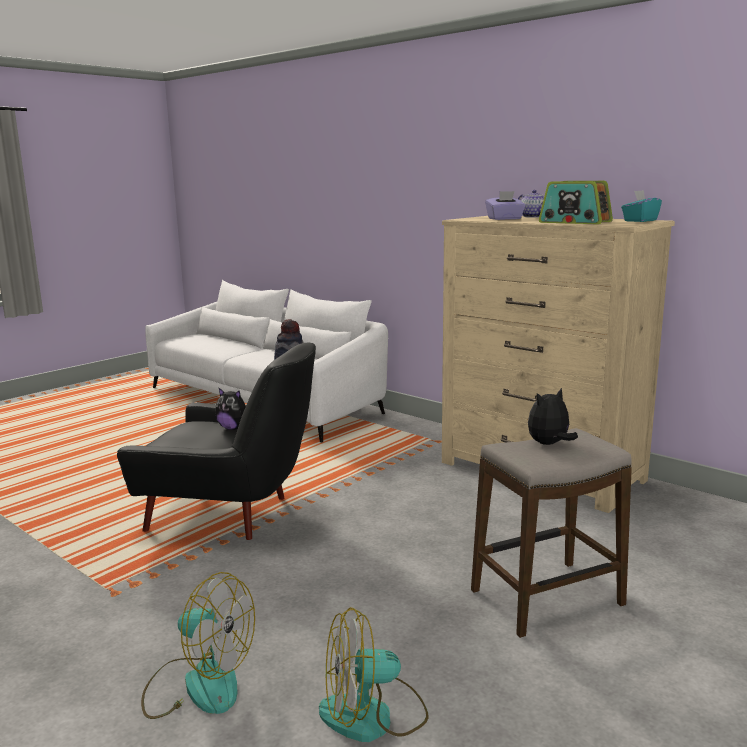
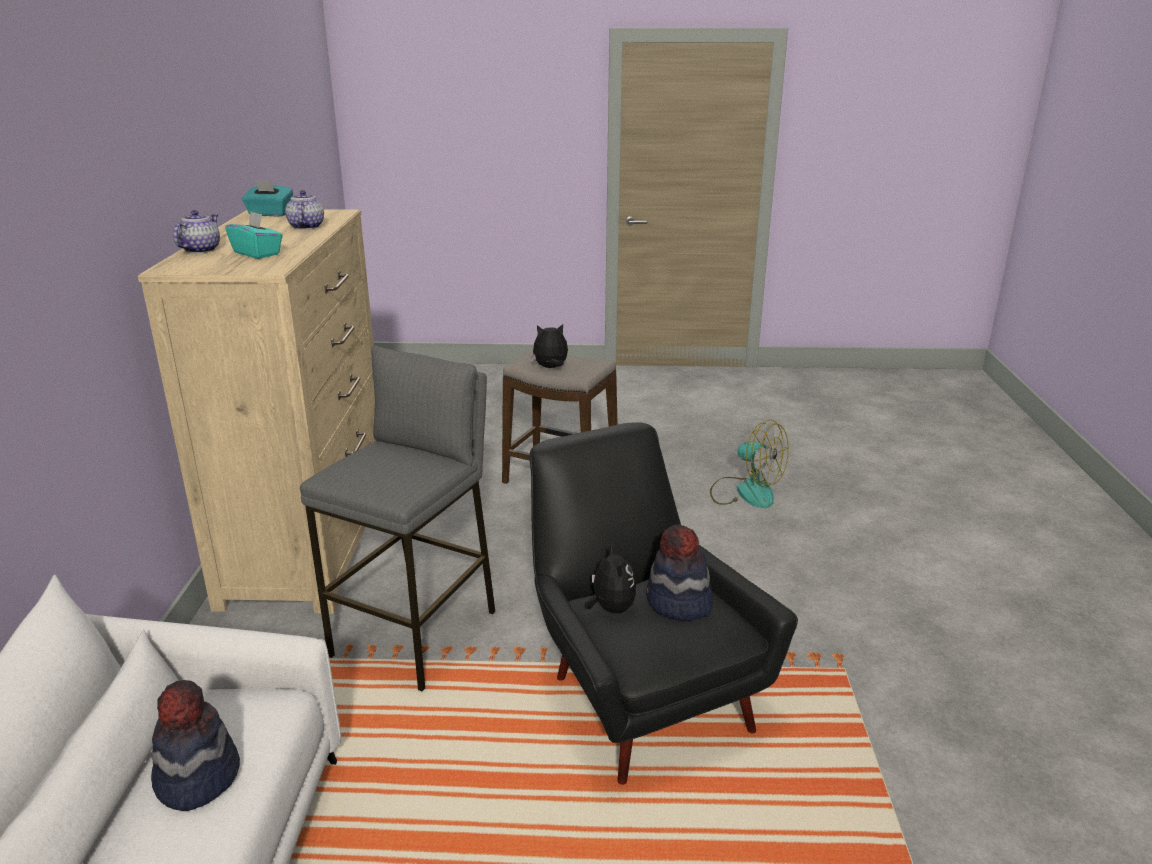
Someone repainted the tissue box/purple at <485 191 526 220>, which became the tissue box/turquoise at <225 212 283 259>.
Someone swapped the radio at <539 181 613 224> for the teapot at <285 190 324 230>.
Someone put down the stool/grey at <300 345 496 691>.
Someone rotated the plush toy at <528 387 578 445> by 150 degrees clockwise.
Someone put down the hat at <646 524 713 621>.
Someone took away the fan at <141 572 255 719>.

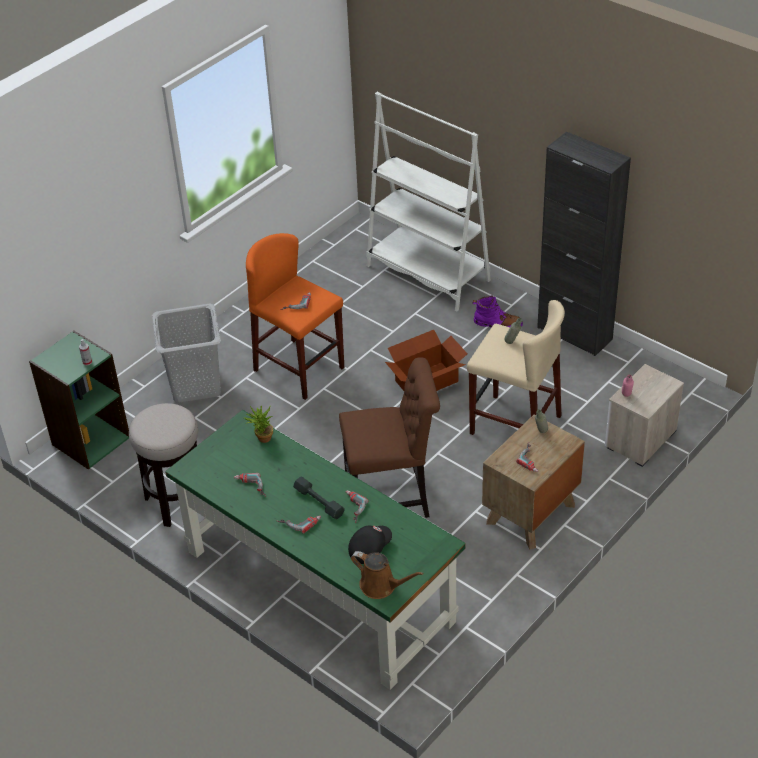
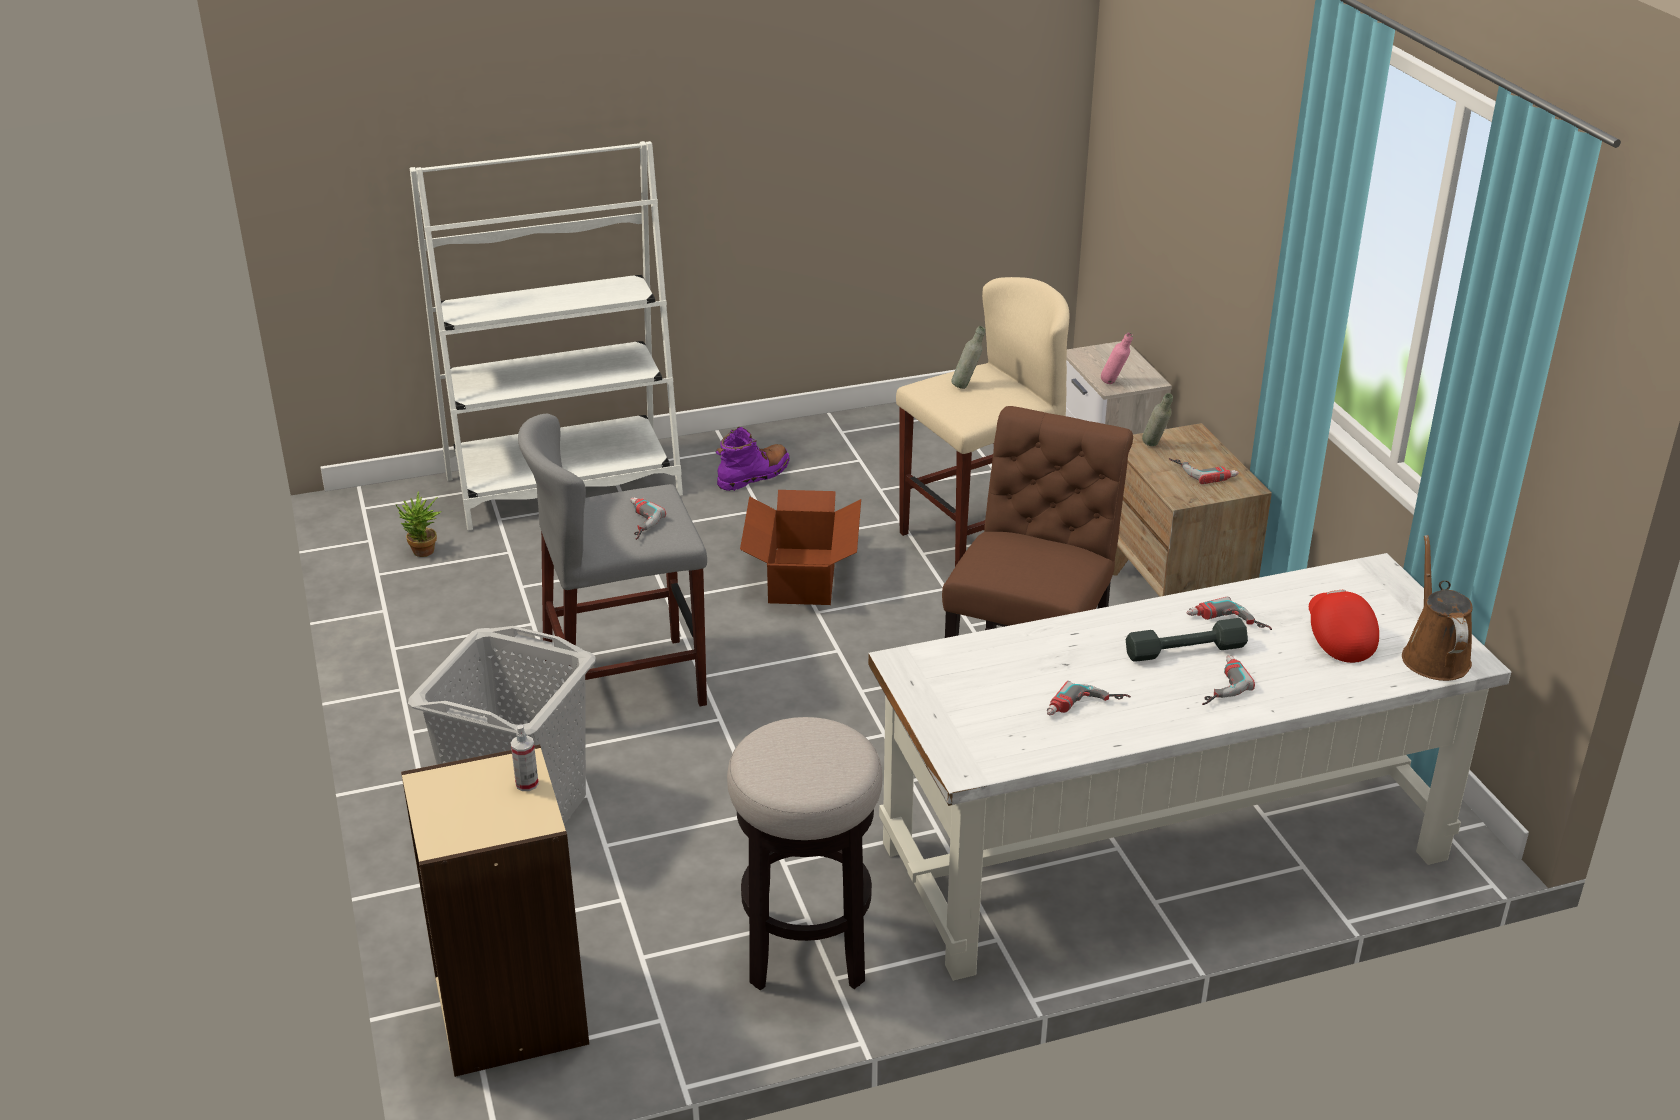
Someone carried the potted plant from <244 406 274 443> to <396 491 442 557>.
Someone repainted the bookcase/green at <29 331 129 470>, which became the bookcase/beige at <401 745 589 1077>.
Someone repainted the stool/orange at <246 233 344 400>, which became the stool/grey at <518 414 707 706>.
Someone repainted the desk/green at <165 410 466 690>, which became the desk/white at <868 553 1511 981>.
Someone repainted the cap/black at <348 526 392 564>, which became the cap/red at <1309 590 1379 663>.
Someone rotated the watering can/brown at <351 551 423 599> by 60 degrees counterclockwise.
Someone took away the cabinet/black at <537 132 631 356>.

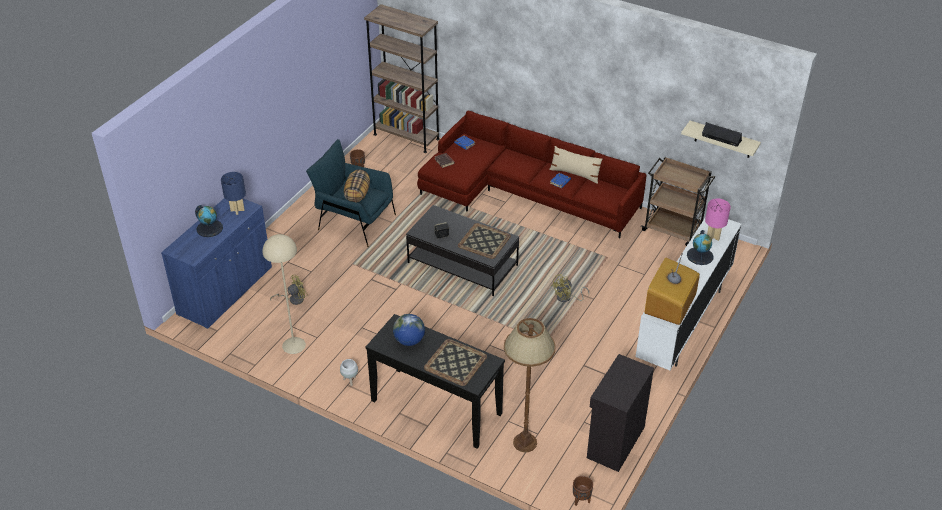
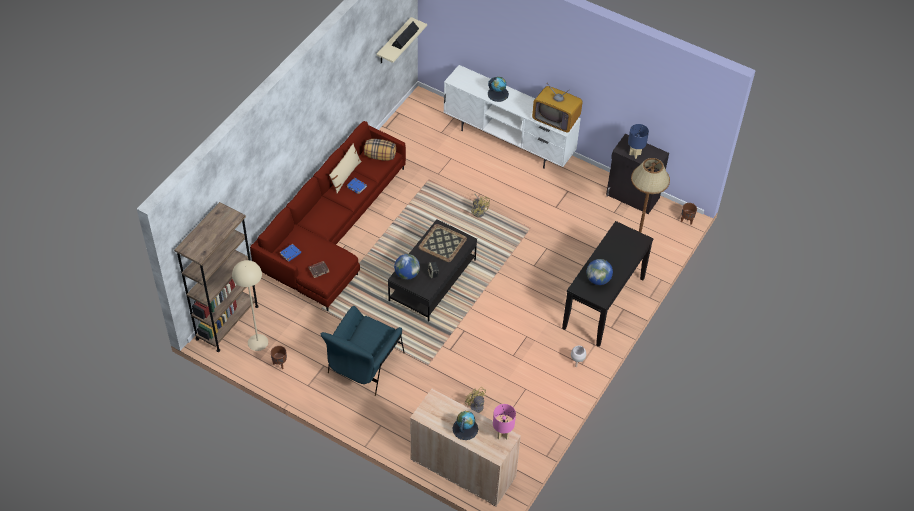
Someone carried the floor lamp/beige from <262 234 306 354> to <232 260 268 351>.
Someone carried the pillow from <344 170 370 203> to <364 139 396 161>.
Someone put down the globe at <394 254 420 280>.
Someone repainted the cabinet/blue at <161 198 272 329>, which became the cabinet/beige at <410 389 521 507>.
Someone carried the table lamp/pink from <705 198 731 241> to <493 404 516 439>.
Someone carried the table lamp/blue from <221 172 246 215> to <628 124 649 159>.
Someone took away the tray at <424 339 487 386>.
Someone took away the cart/brown at <641 157 715 246>.

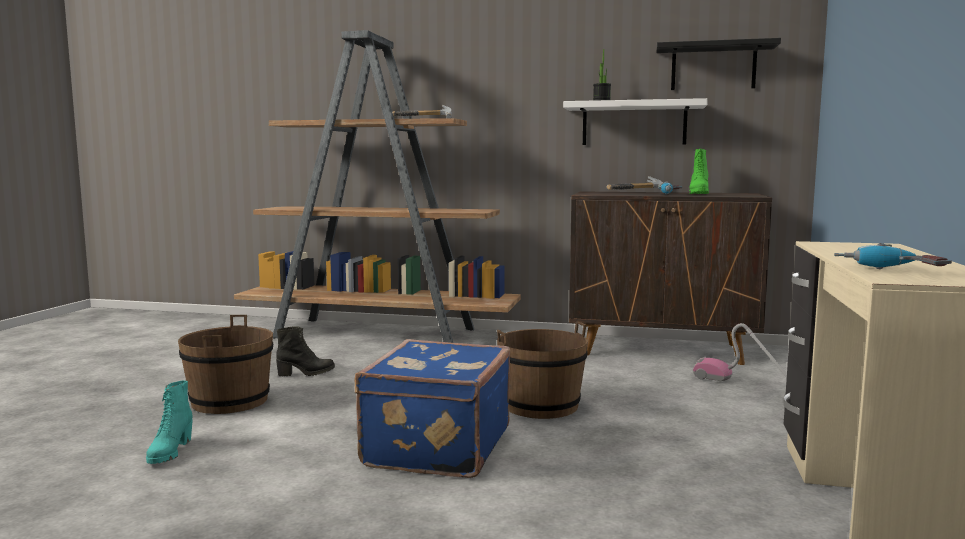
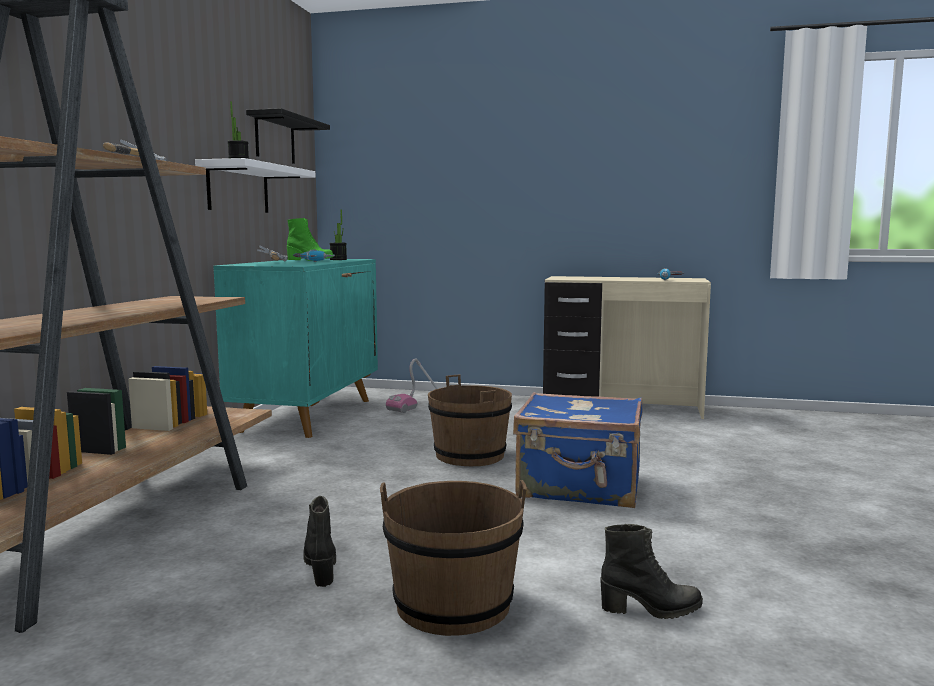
Someone repainted the cabinet/brown at <569 191 772 365>, which became the cabinet/turquoise at <213 259 378 438>.
Someone put down the potted plant at <330 210 347 260>.
Someone repainted the boot/turquoise at <146 380 193 464>, which became the boot/black at <600 524 703 619>.

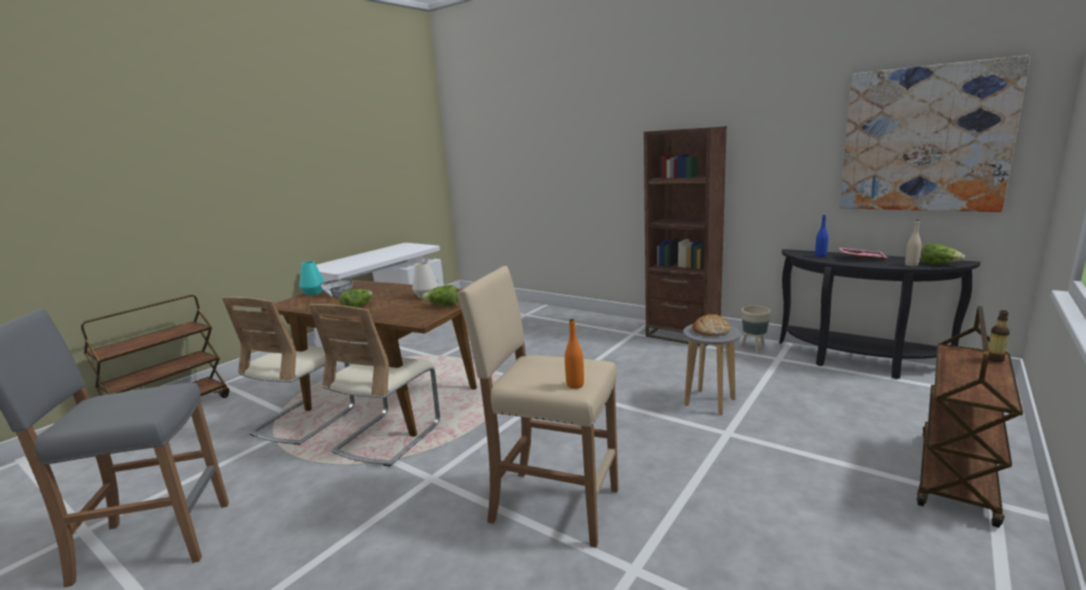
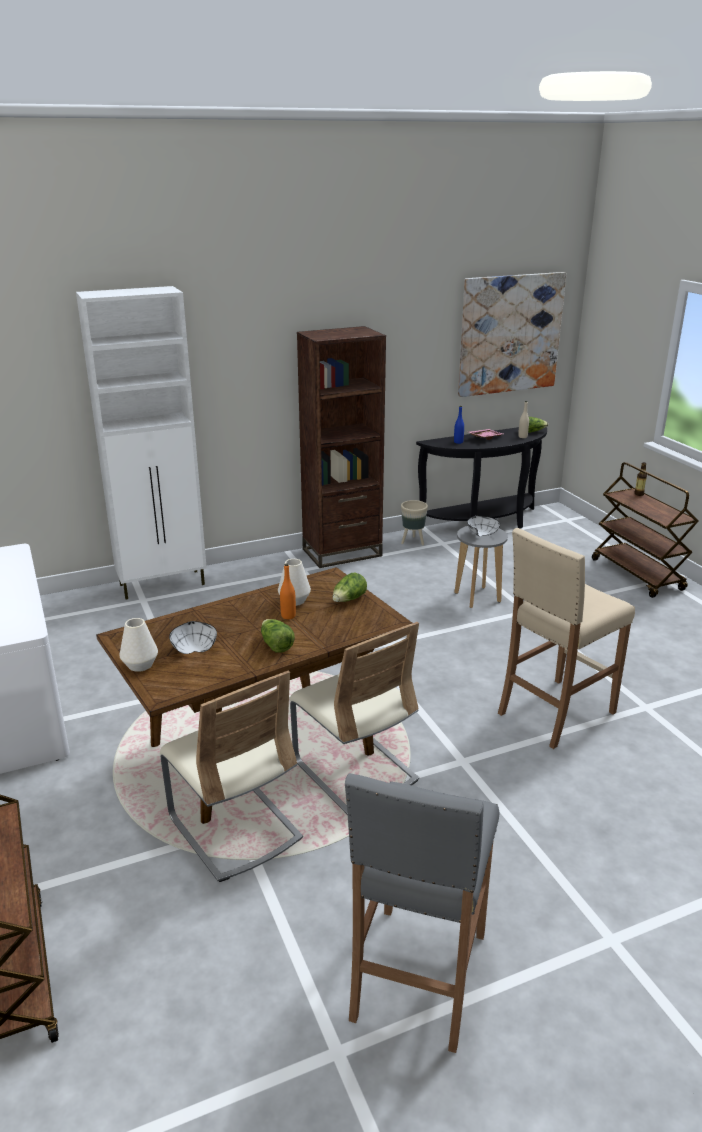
Someone put down the cabinet/white at <76 286 207 599>.
Someone repainted the vase/turquoise at <299 261 325 295>, which became the vase/white at <119 618 158 672>.
Someone carried the bottle/orange from <565 319 584 389> to <280 563 296 619>.
Someone swapped the bread at <692 314 730 336> for the bowl/white at <467 516 500 537>.

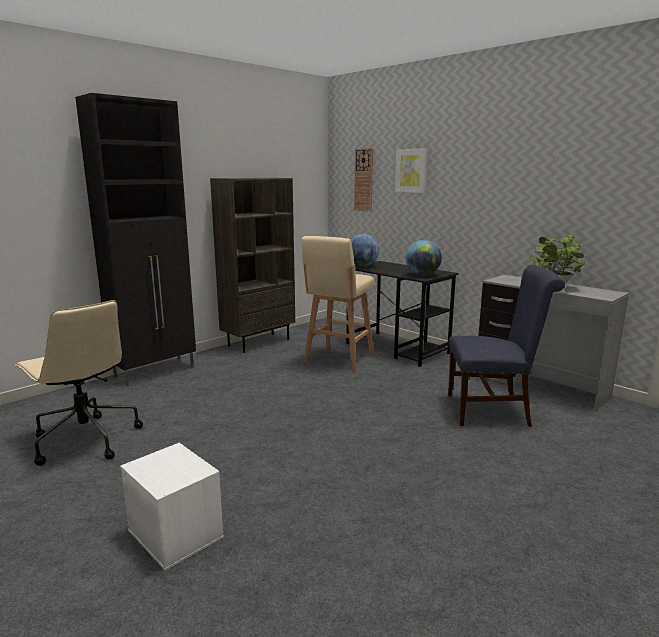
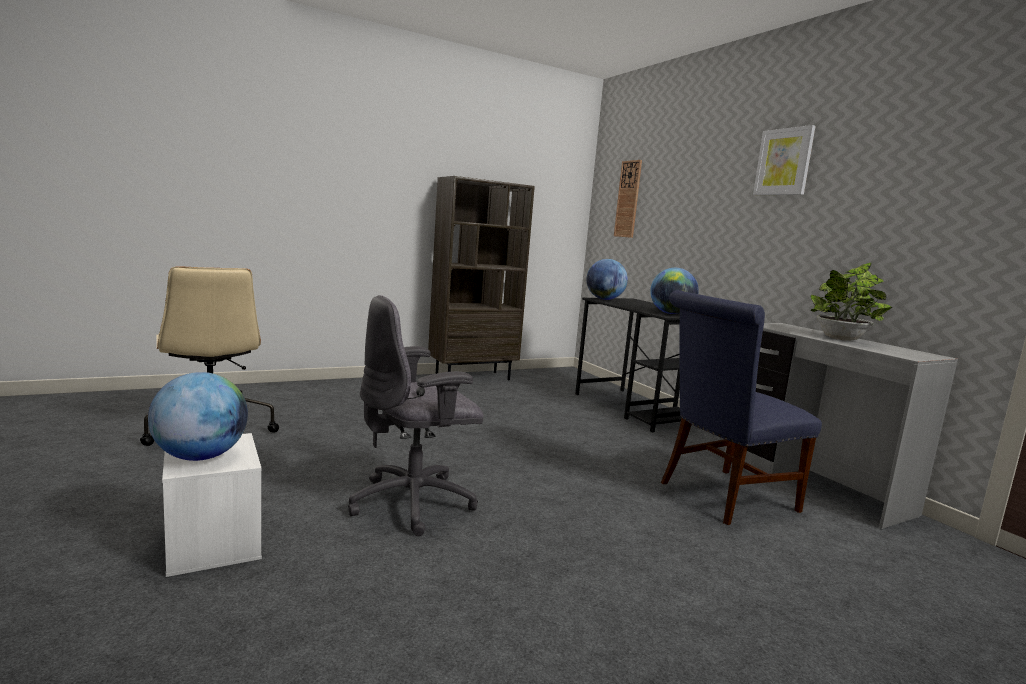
Someone put down the globe at <148 372 248 461>.
Someone put down the office chair/grey at <348 295 483 536>.
Someone rotated the chair/blue at <448 265 566 427> by 135 degrees clockwise.
Someone carried the picture from <395 148 428 193> to <753 125 816 195>.
Someone took away the cabinet/black at <75 93 196 386>.
Someone took away the stool/beige at <301 236 375 372>.

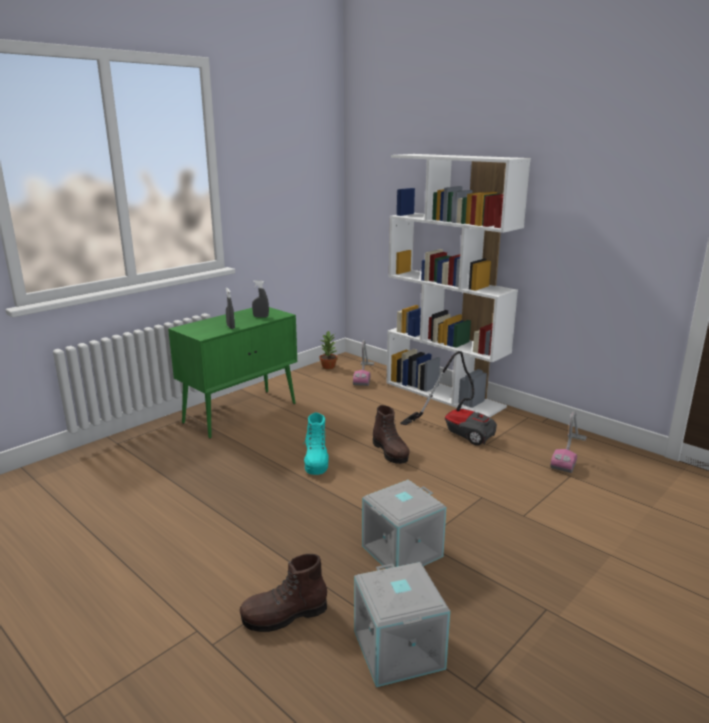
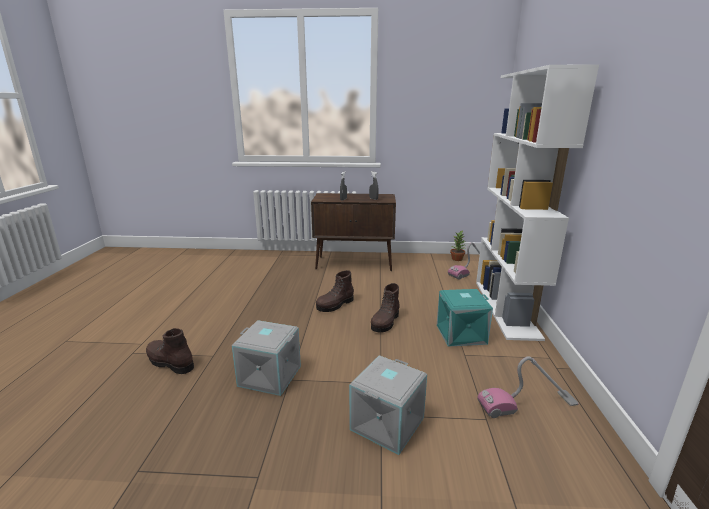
Someone repainted the cabinet/green at <168 307 297 439>, which became the cabinet/brown at <311 193 396 271>.
Someone repainted the boot/turquoise at <304 413 329 475>, which became the boot/brown at <316 270 354 312>.
Someone carried the storage box/grey from <354 562 450 687> to <349 355 427 455>.
Someone swapped the vacuum cleaner at <400 351 497 446> for the storage box/turquoise at <437 289 493 346>.

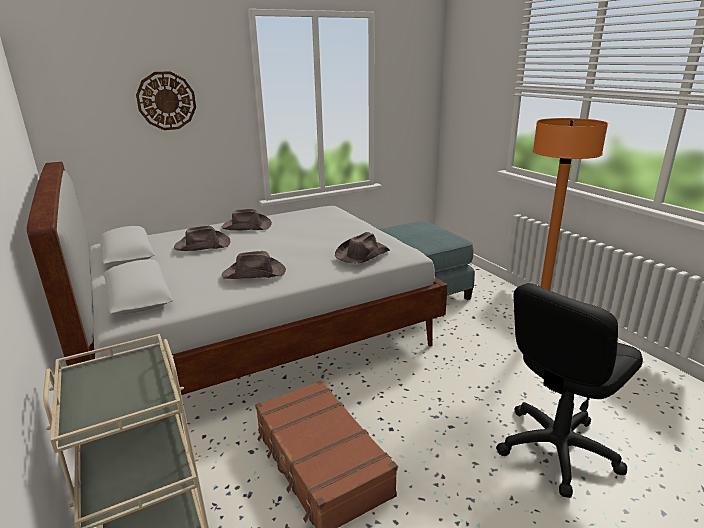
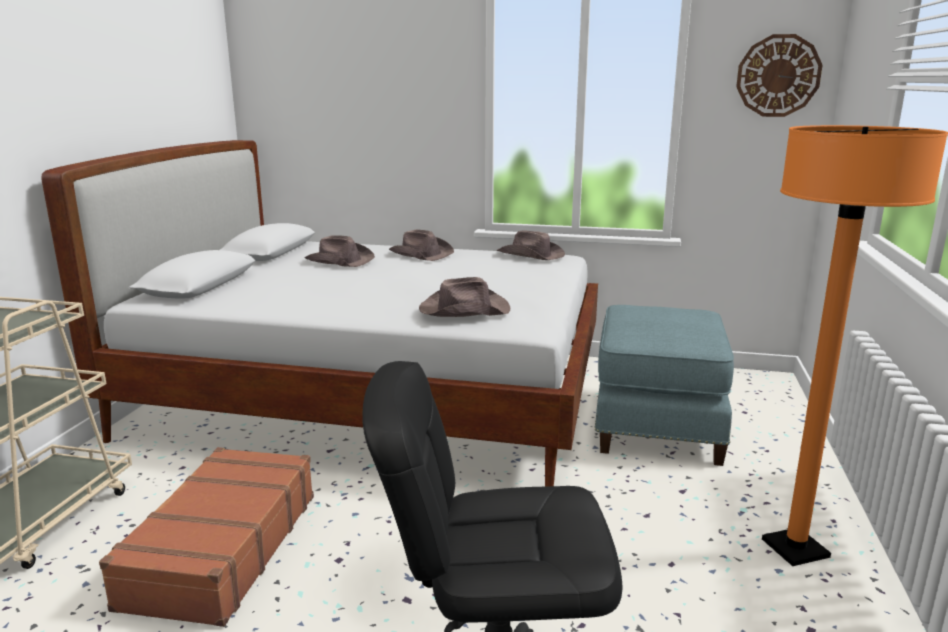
Someone carried the hat/brown from <222 251 286 279> to <497 230 565 260>.
Someone carried the wall clock from <136 71 196 130> to <736 34 822 117>.

